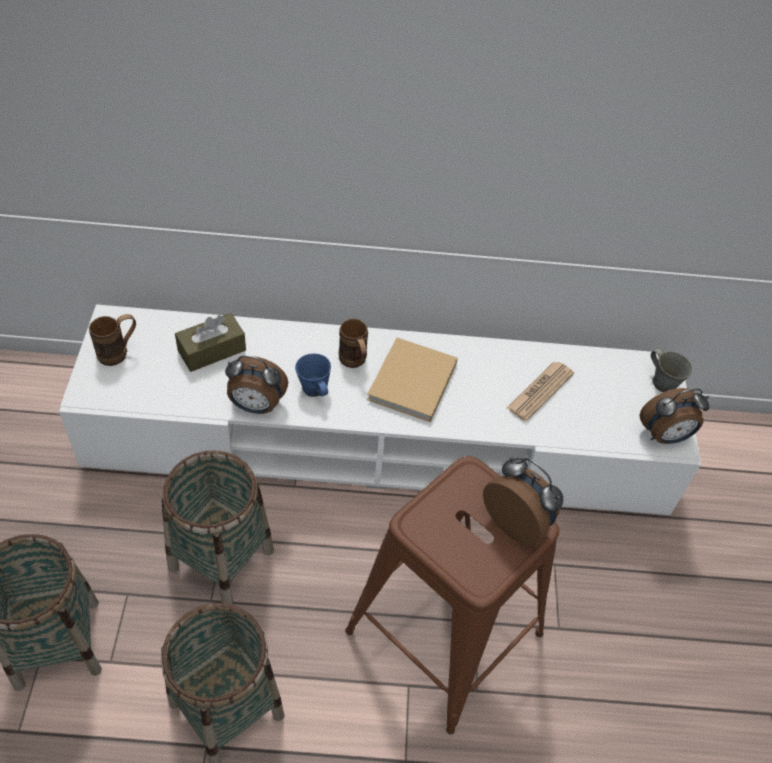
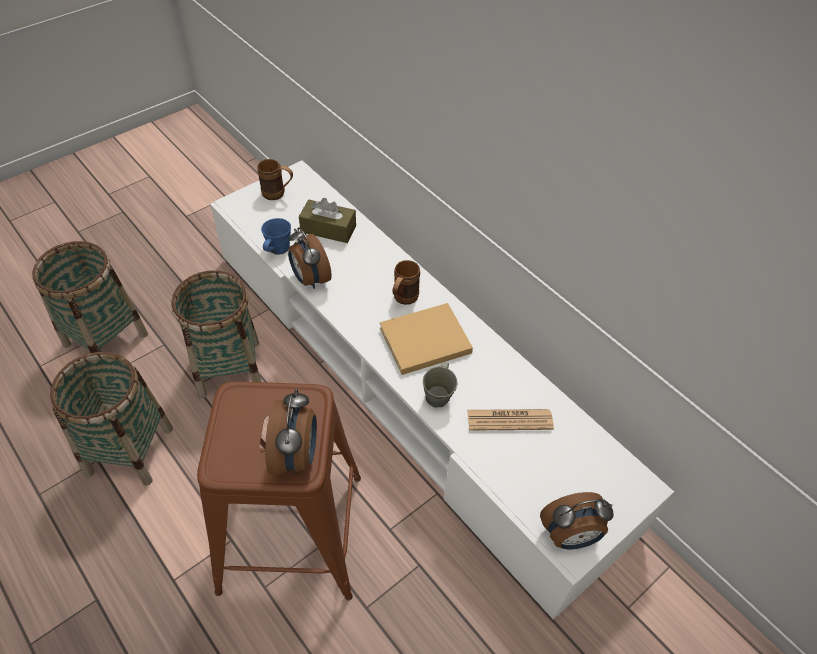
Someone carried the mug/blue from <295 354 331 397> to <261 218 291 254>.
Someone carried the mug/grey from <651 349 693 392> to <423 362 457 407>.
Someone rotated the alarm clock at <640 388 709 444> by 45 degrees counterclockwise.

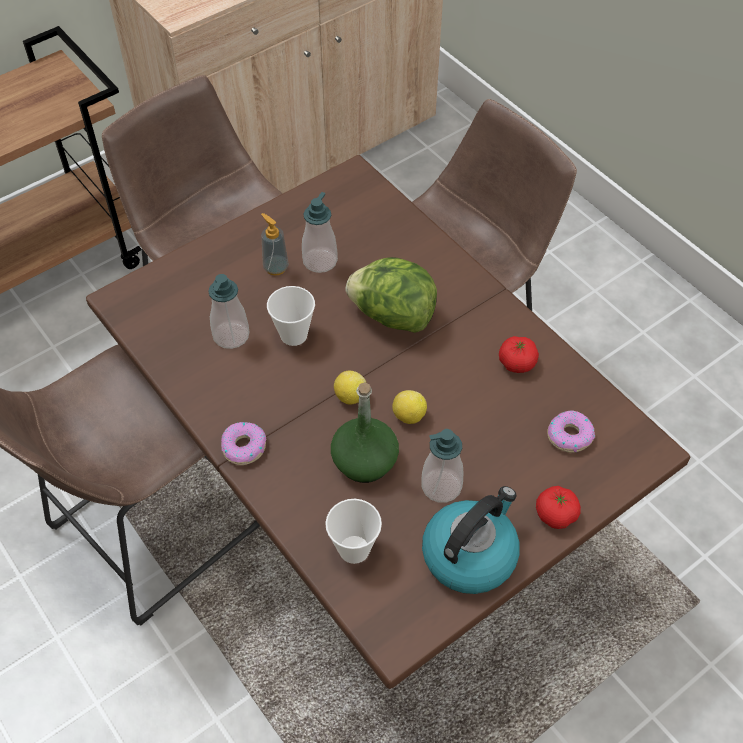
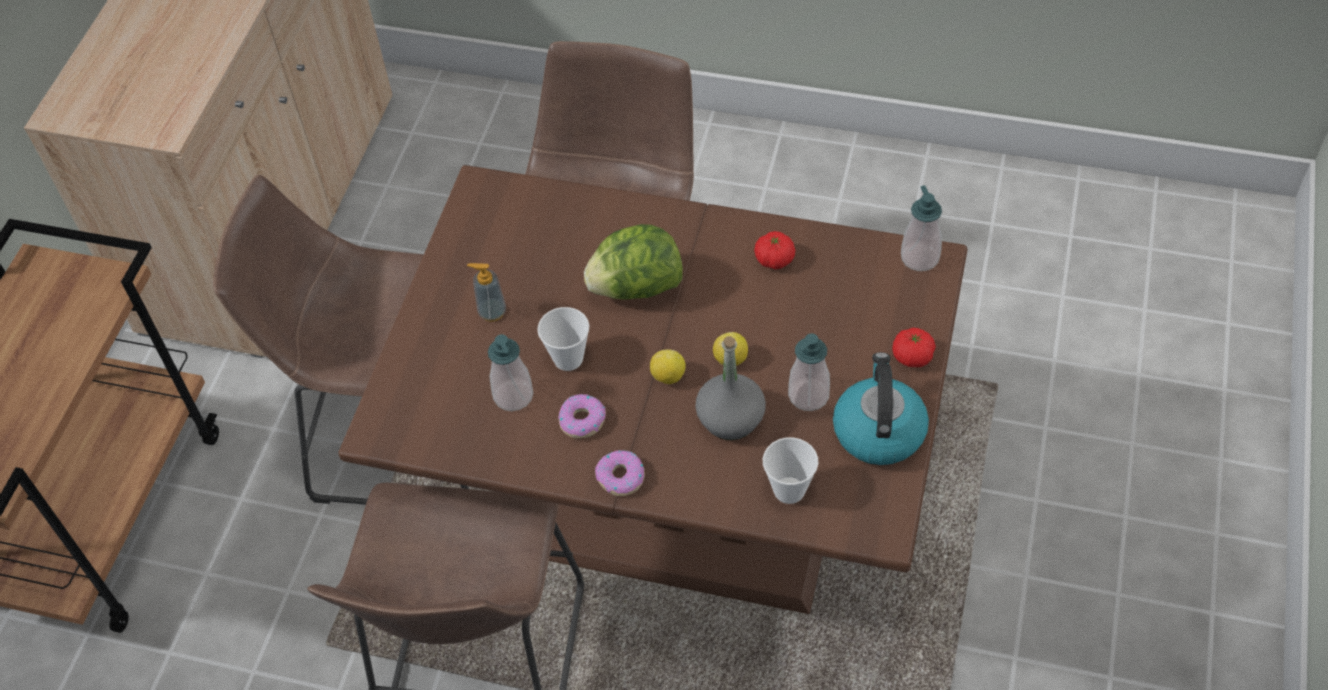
Someone carried the donut from <547 410 595 453> to <558 394 606 438>.
Someone repainted the bottle/green at <331 382 399 483>, which became the bottle/grey at <695 336 766 440>.
Someone carried the soap dispenser from <302 192 338 273> to <901 185 942 271>.

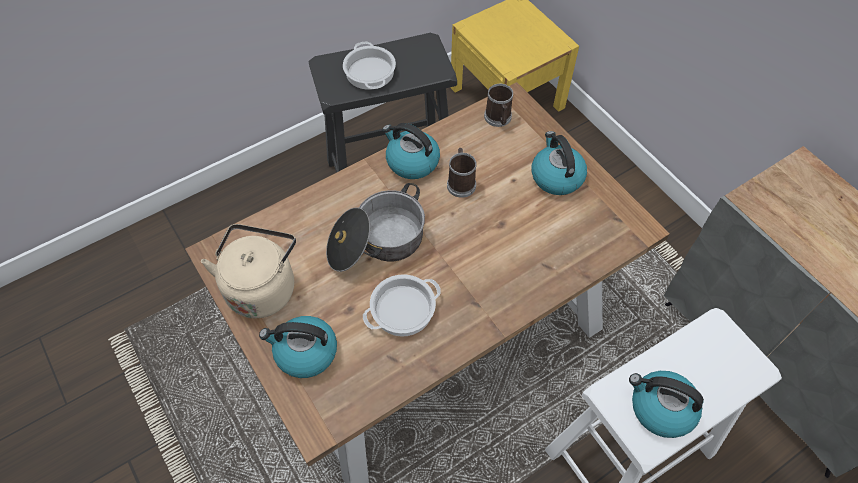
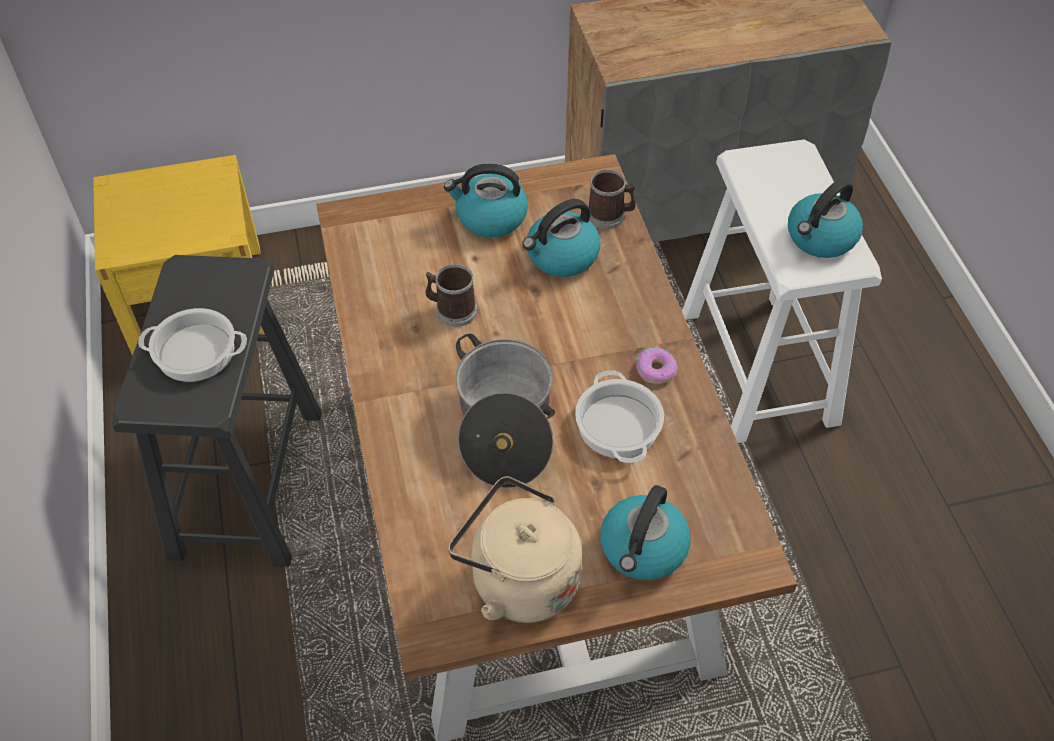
Someone carried the kettle from <382 123 440 179> to <522 199 600 277>.
Someone carried the mug from <484 84 513 127> to <588 169 636 229>.
Someone put down the donut at <636 347 678 384>.

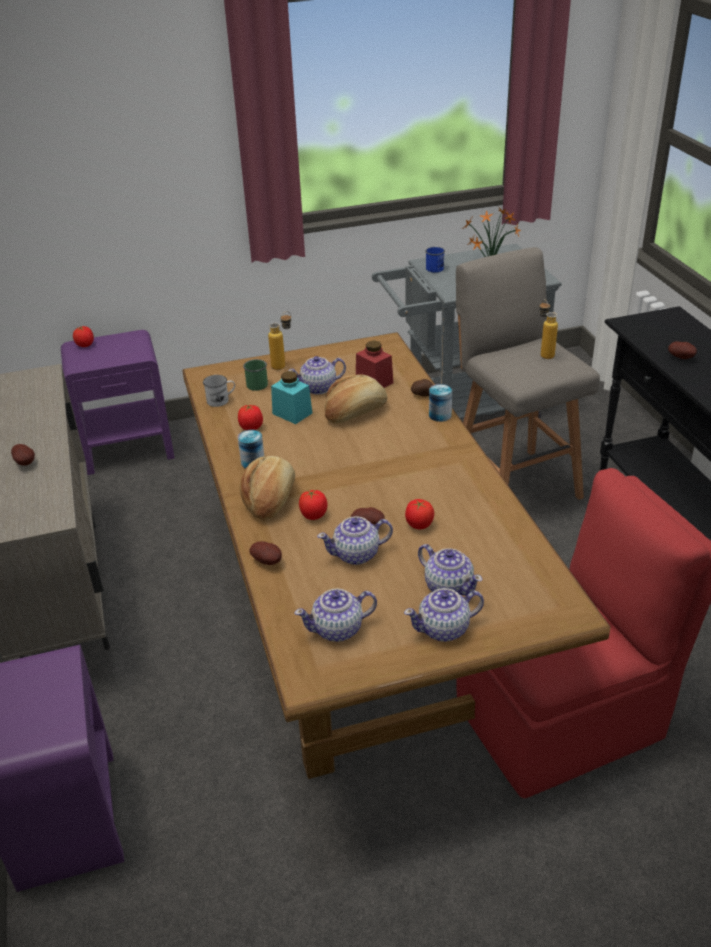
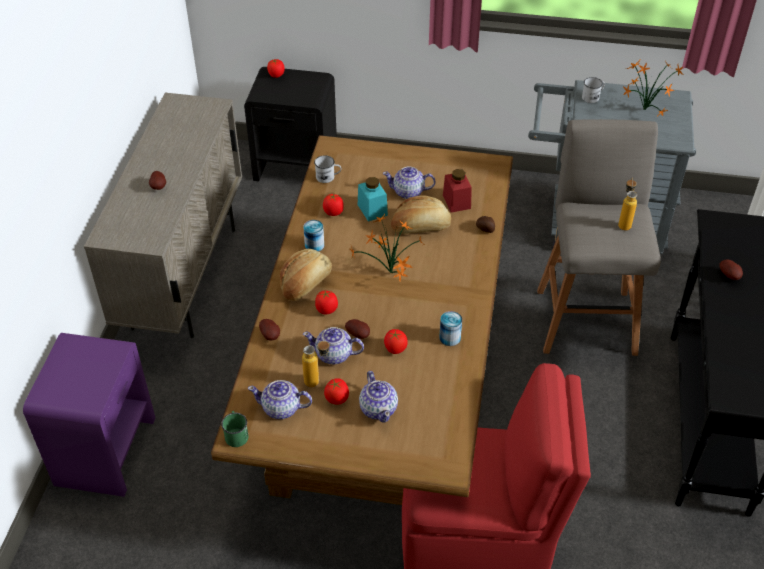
Someone carried the mug/green from <243 359 268 391> to <221 411 248 447>.
Someone repainted the nightstand/purple at <61 330 175 475>, which became the nightstand/black at <244 67 337 181>.
Someone carried the bottle from <268 311 291 370> to <302 341 330 387>.
Someone put down the tomato at <324 378 349 405>.
Someone put down the potted plant at <350 214 424 281>.
Someone carried the can from <429 384 452 422> to <439 311 462 346>.
Someone repainted the mug/blue at <425 247 445 272>, which became the mug/white at <582 77 605 103>.
Someone took away the teapot at <404 588 484 642>.

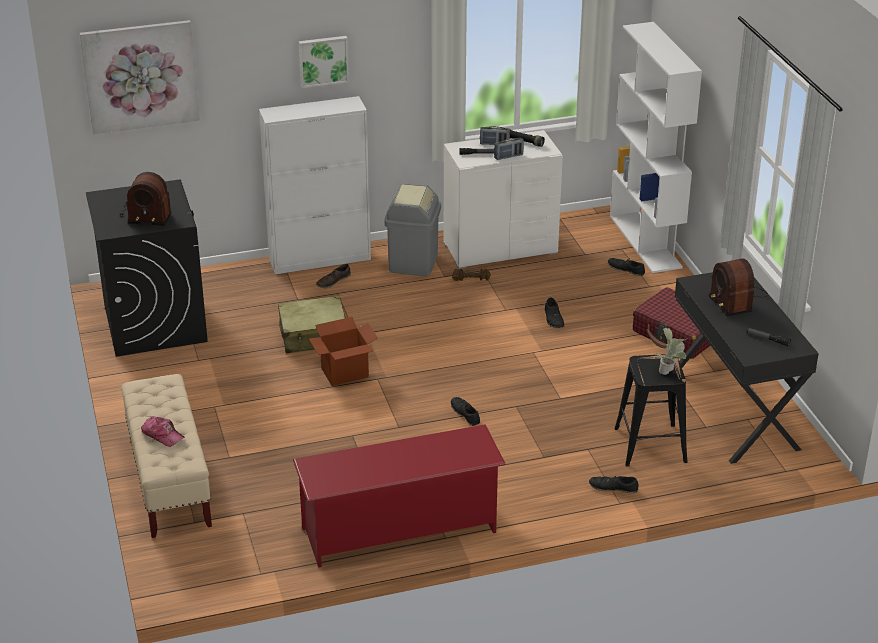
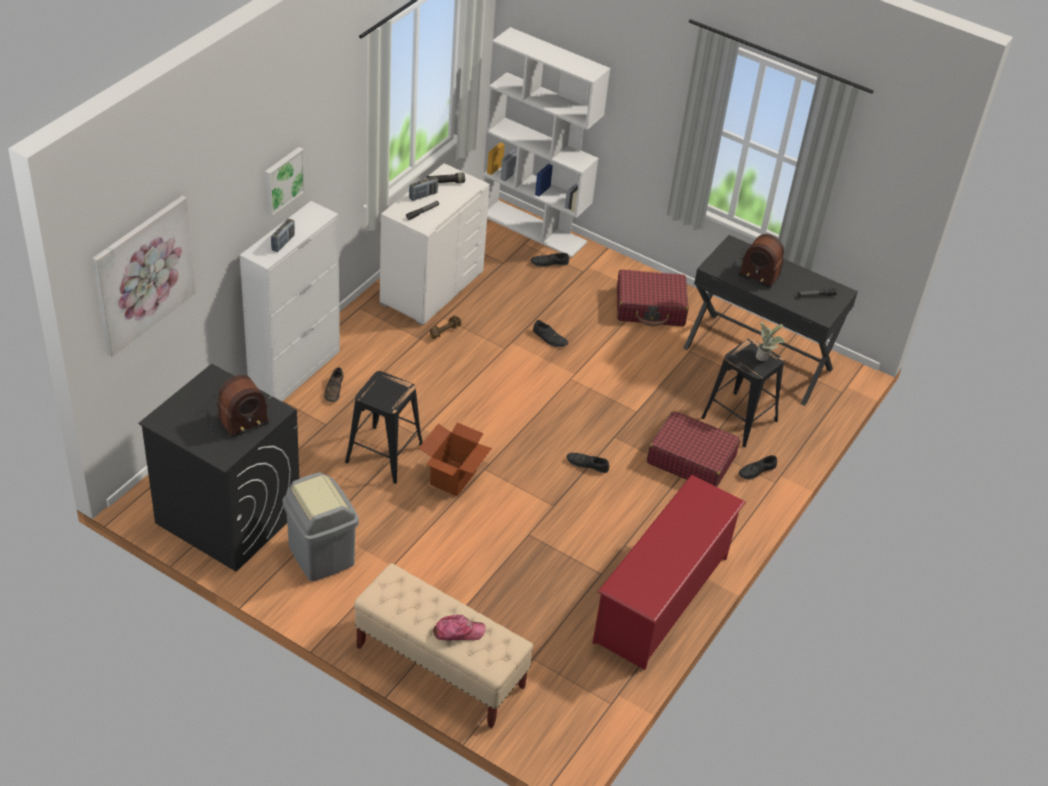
Someone carried the radio from <494 138 524 160> to <271 219 295 252>.
Someone carried the trash can/grey from <384 183 441 276> to <283 472 359 582>.
Someone swapped the suitcase/beige at <278 295 346 353> for the stool/black at <345 371 423 484>.
Someone put down the suitcase/red at <647 411 741 487>.

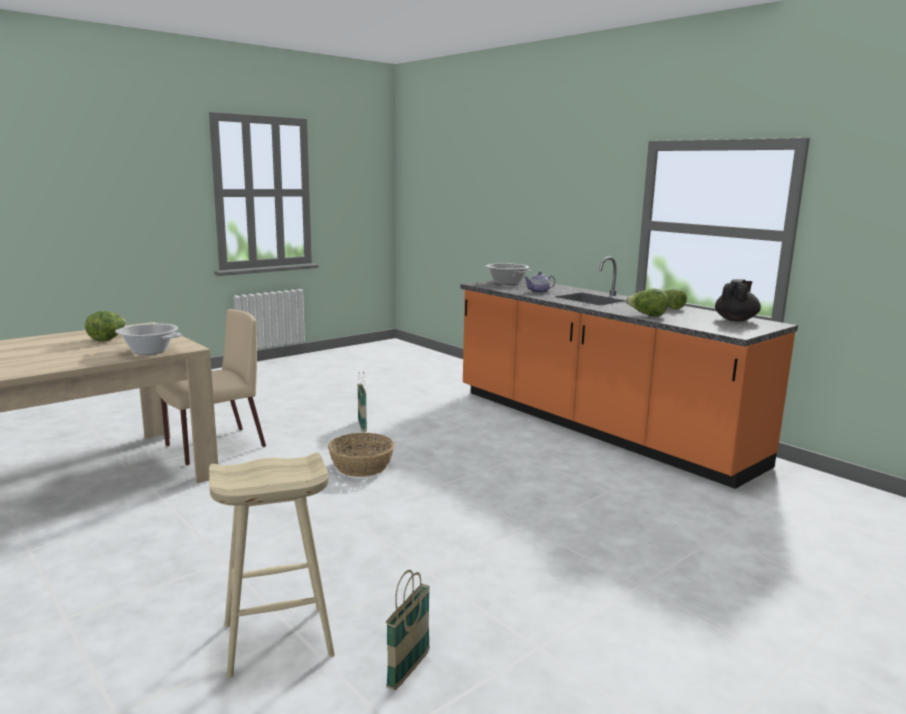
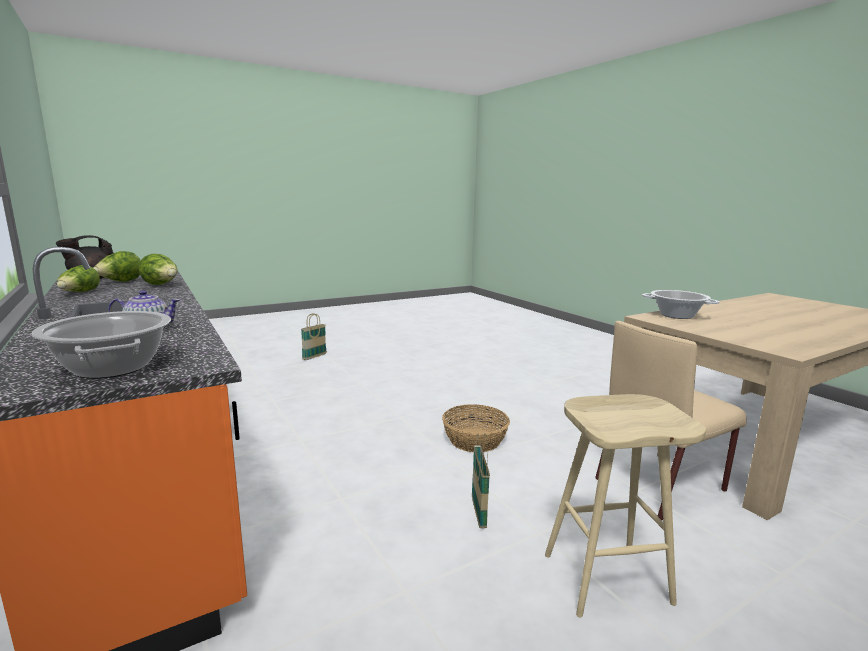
Someone carried the lettuce from <85 311 126 341> to <93 251 141 282>.
Someone carried the basket from <386 570 430 690> to <301 313 327 360>.
Someone carried the stool/beige from <209 453 335 678> to <545 394 706 617>.

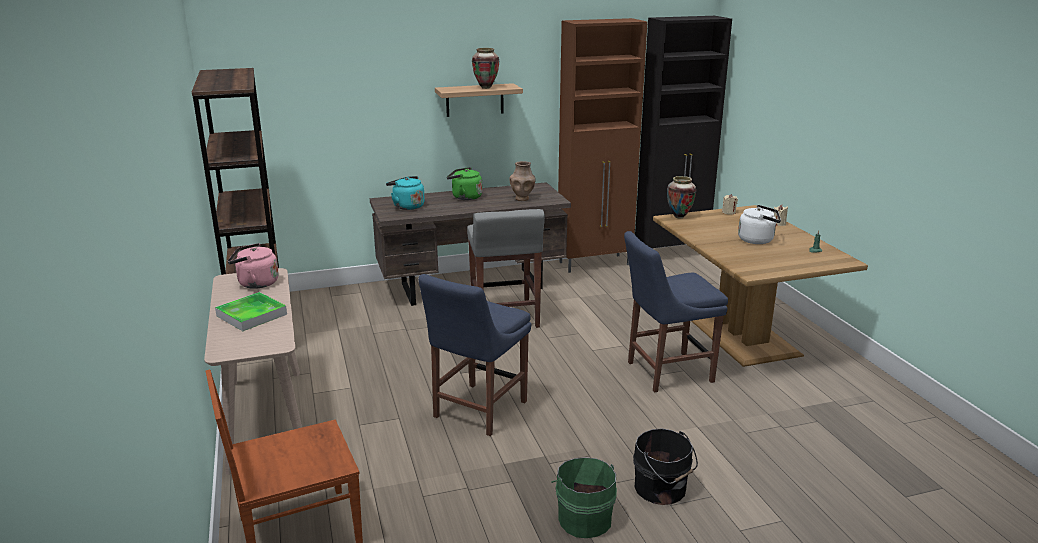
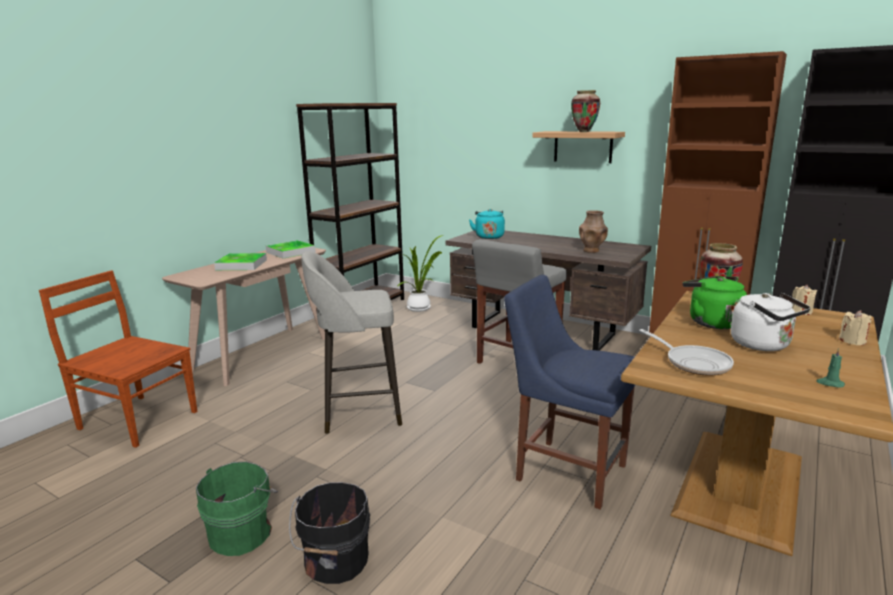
Someone swapped the kettle/pink at <228 243 279 289> for the tray at <266 240 316 259>.
Someone swapped the chair/blue at <418 274 531 436> for the stool/grey at <301 251 402 434>.
Someone put down the potted plant at <397 235 443 312>.
Someone put down the frying pan at <639 329 734 376>.
Someone carried the kettle/green from <447 167 482 200> to <683 276 747 329>.

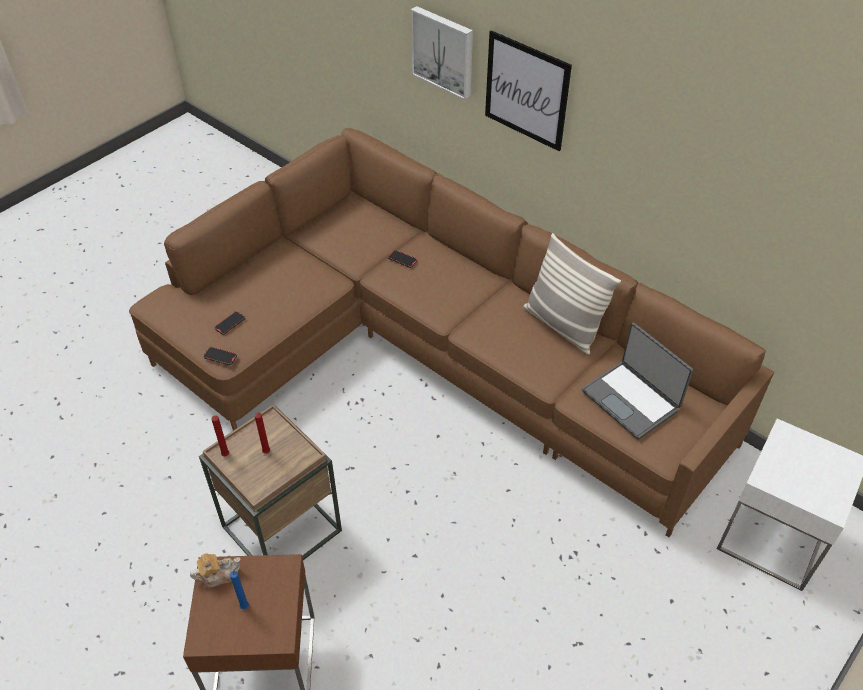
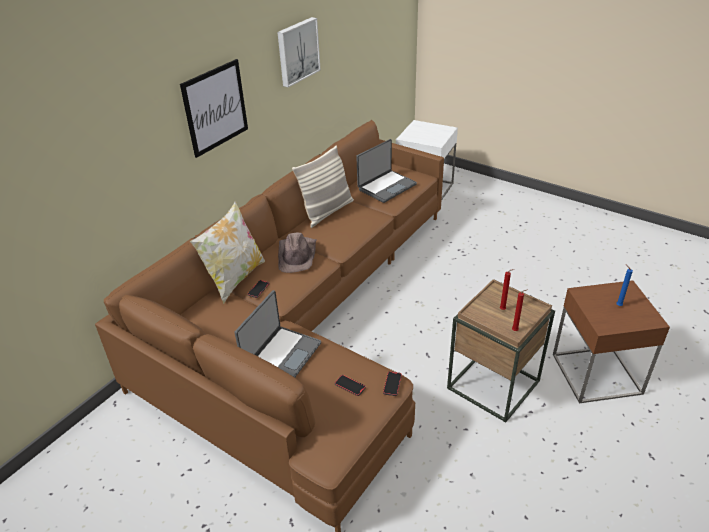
Someone put down the pillow at <190 201 265 304>.
Someone put down the laptop at <235 290 321 378>.
Someone carried the picture from <411 6 473 100> to <277 17 321 87>.
Someone put down the hat/brown at <278 233 317 273>.
Someone took away the teapot at <190 554 240 587>.

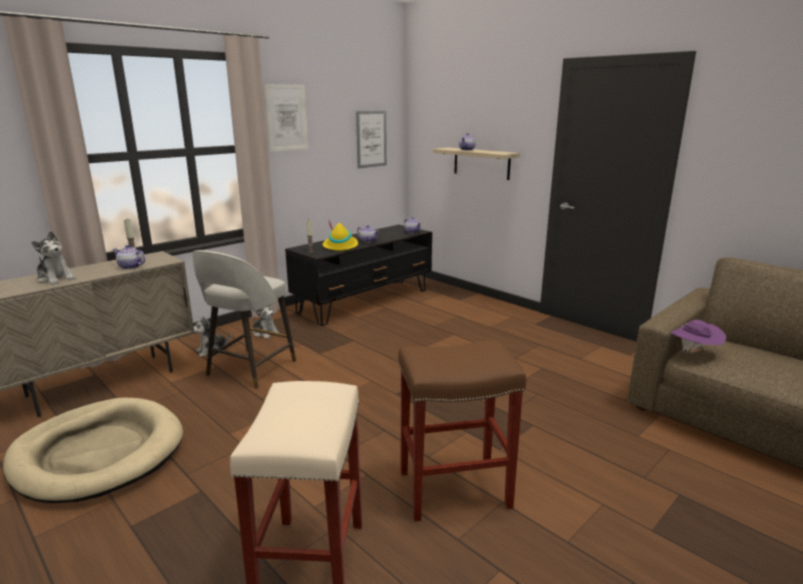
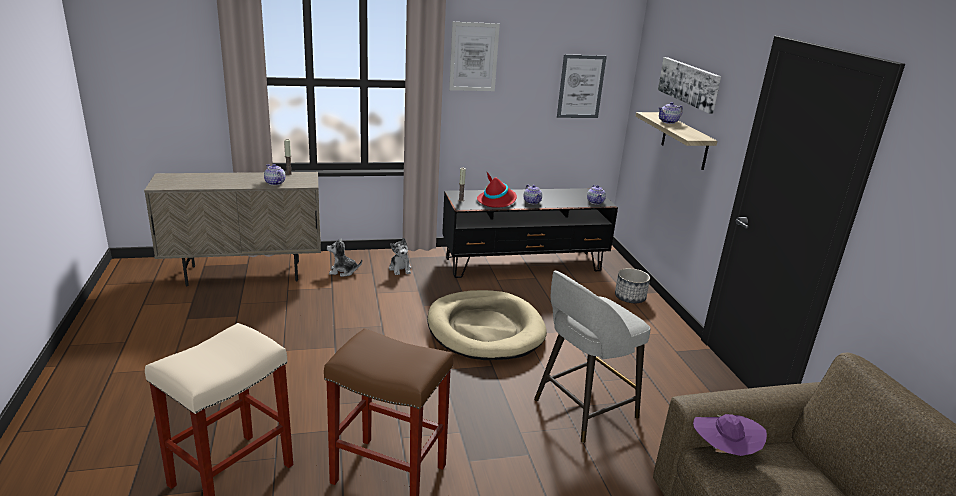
Someone carried the dog bed/beige from <3 398 183 503> to <427 290 547 360>.
Someone repainted the hat/yellow at <323 221 358 251>, which became the hat/red at <477 171 517 208>.
Someone carried the stool/grey from <192 250 296 389> to <534 271 650 443>.
Someone put down the planter at <615 268 650 303>.
Someone put up the picture at <658 57 721 114>.
Someone took away the plush toy at <31 231 75 284>.

